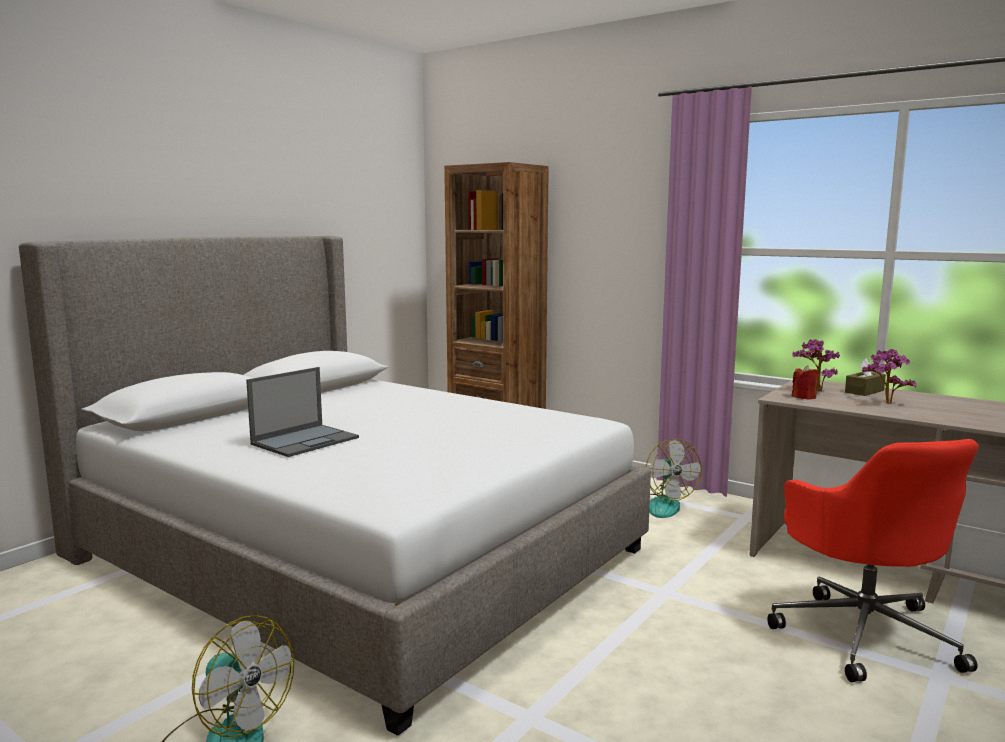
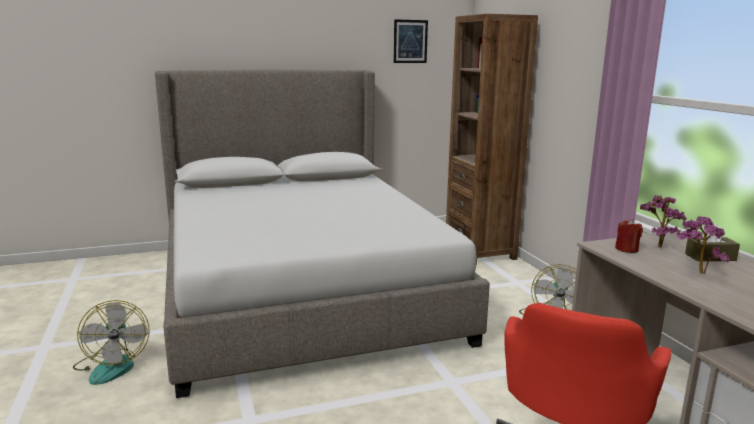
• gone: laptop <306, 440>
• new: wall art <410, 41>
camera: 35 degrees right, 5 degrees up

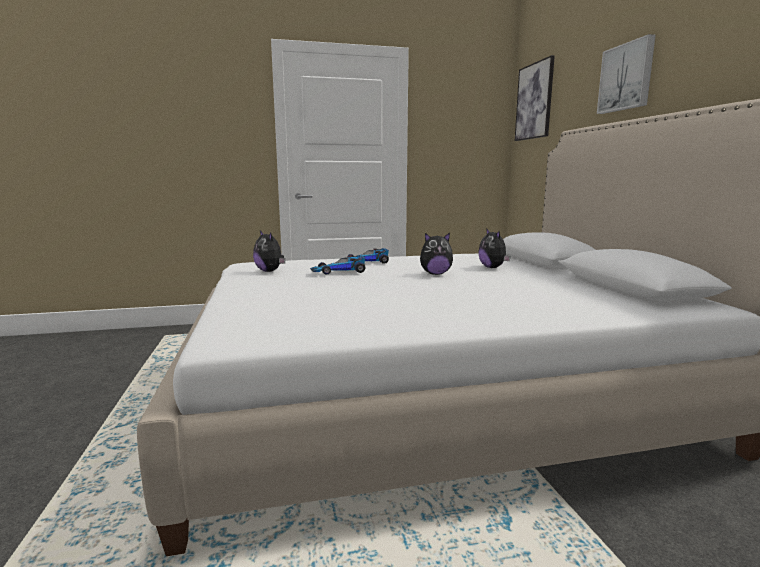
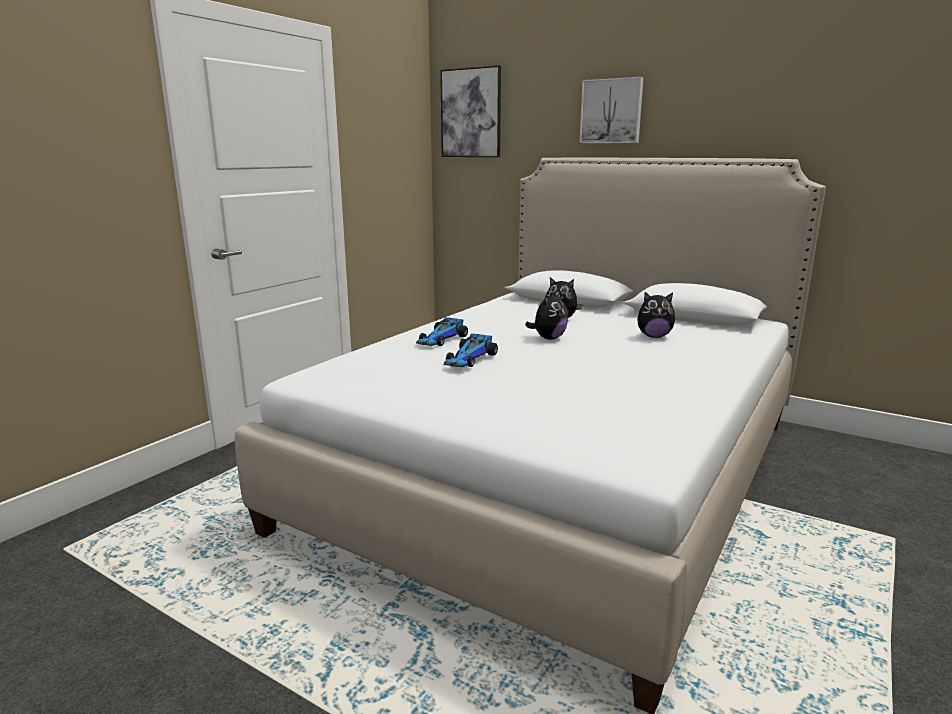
• shifted: cuddly toy <270, 271> to <654, 336>
camera: 45 degrees left, 5 degrees up

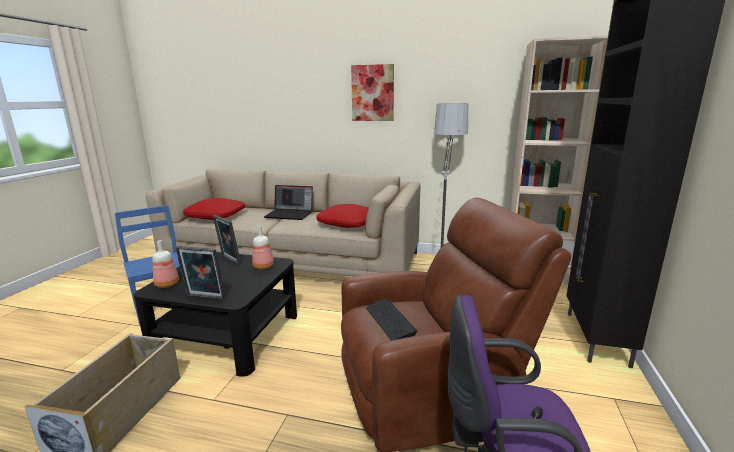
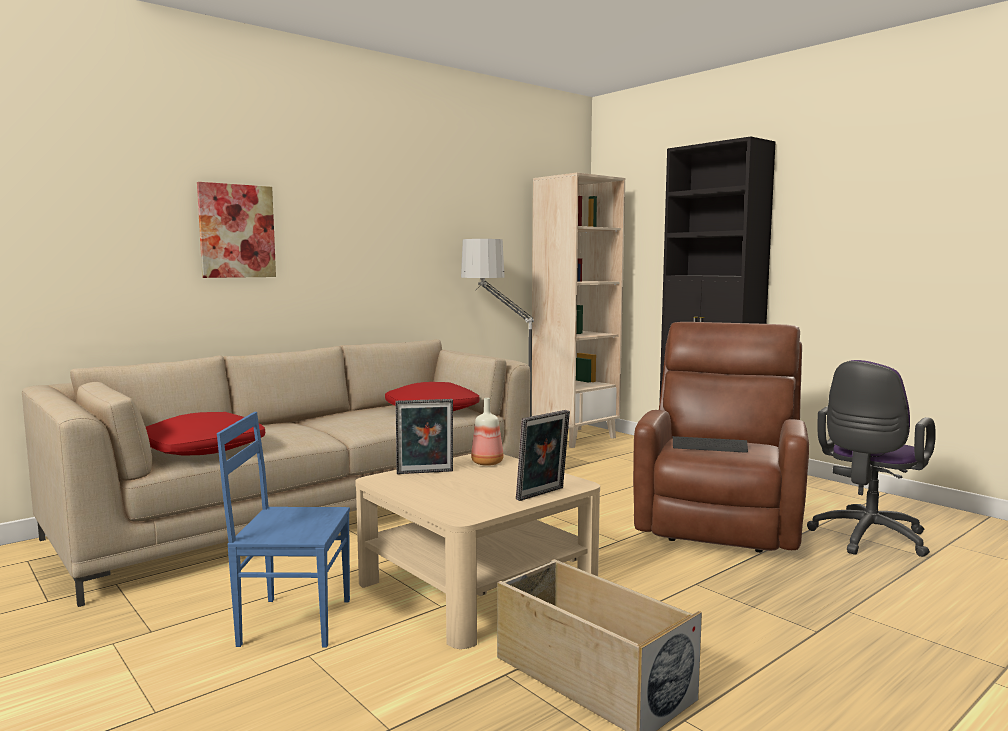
• gone: bottle <167, 284>
• gone: laptop <290, 214>
• shifted: wall art <372, 93> to <237, 231>
• repainted: coffee table/black <229, 334> to coffee table/beige-coloured <477, 585>
camera: 55 degrees left, 10 degrees down

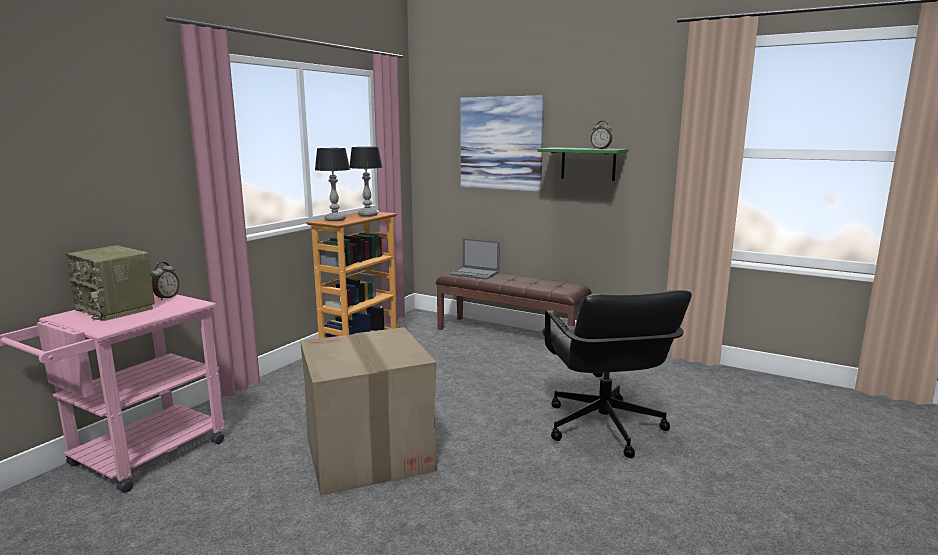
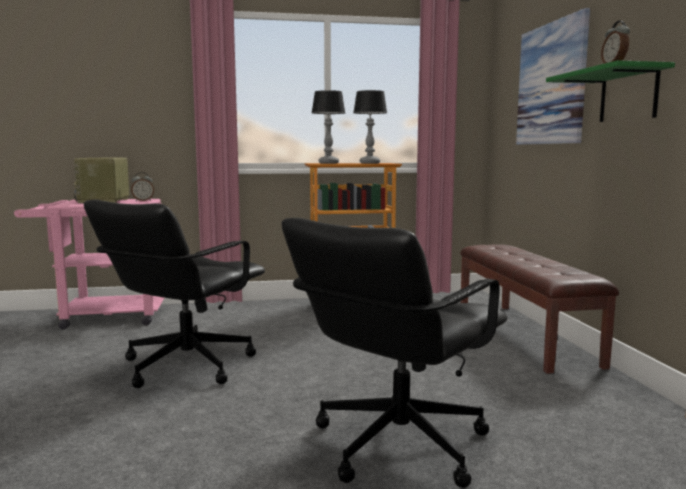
• gone: laptop <475, 273>
• swapped: carton <369, 454> to computer chair/black <185, 365>
camera: 50 degrees right, 5 degrees down

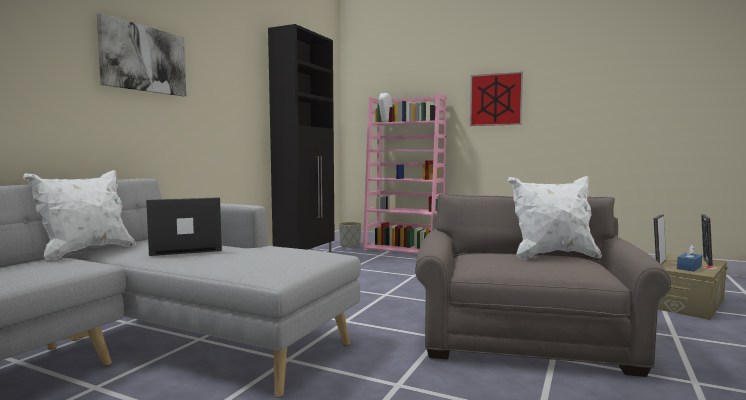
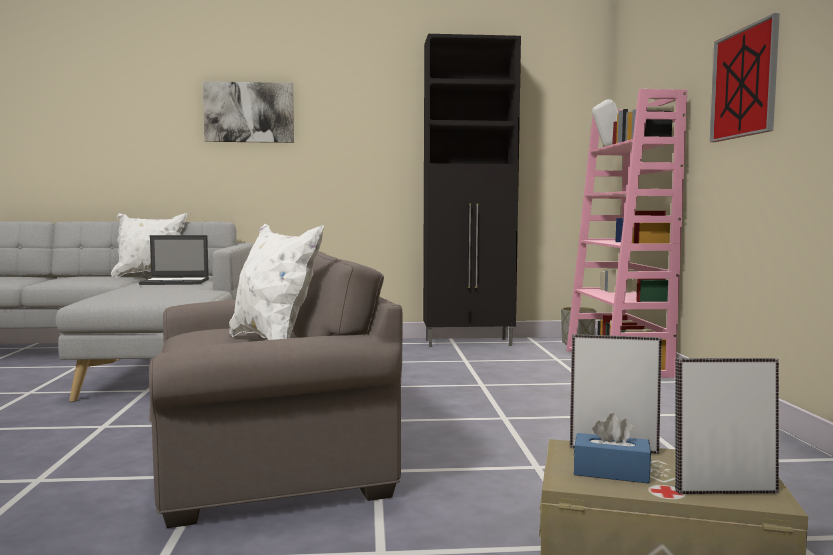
• rotated: laptop <185, 248> = <176, 282> 135 degrees clockwise
camera: 60 degrees right, 0 degrees up

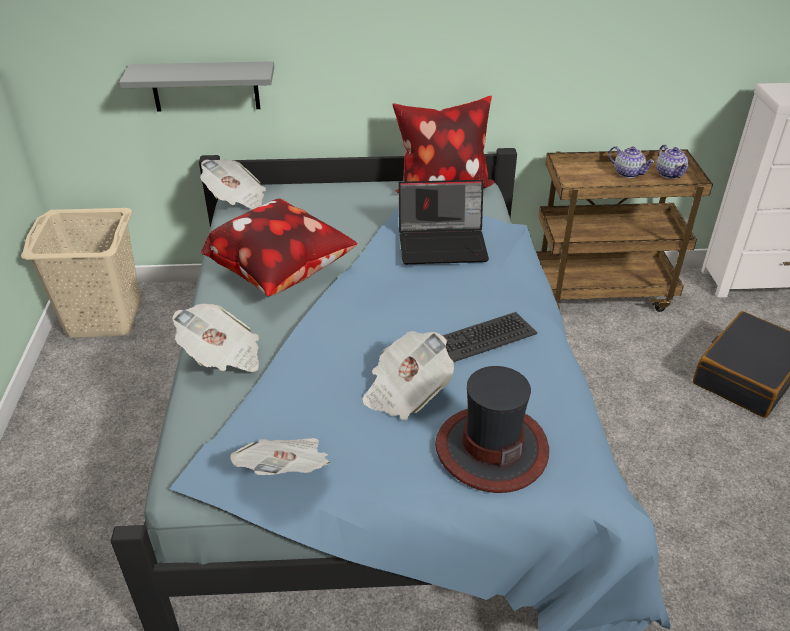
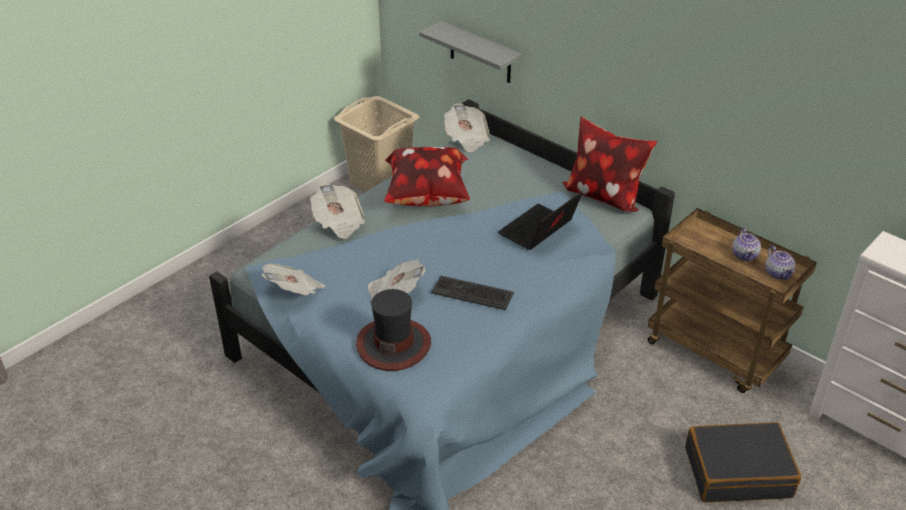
• rotated: laptop <443, 244> = <538, 231> 90 degrees clockwise
• rotated: teapot <669, 174> = <778, 273> 45 degrees counterclockwise
camera: 45 degrees right, 0 degrees up

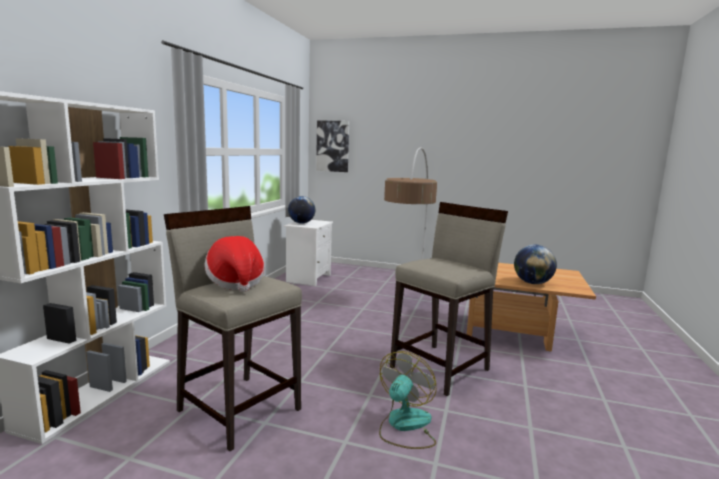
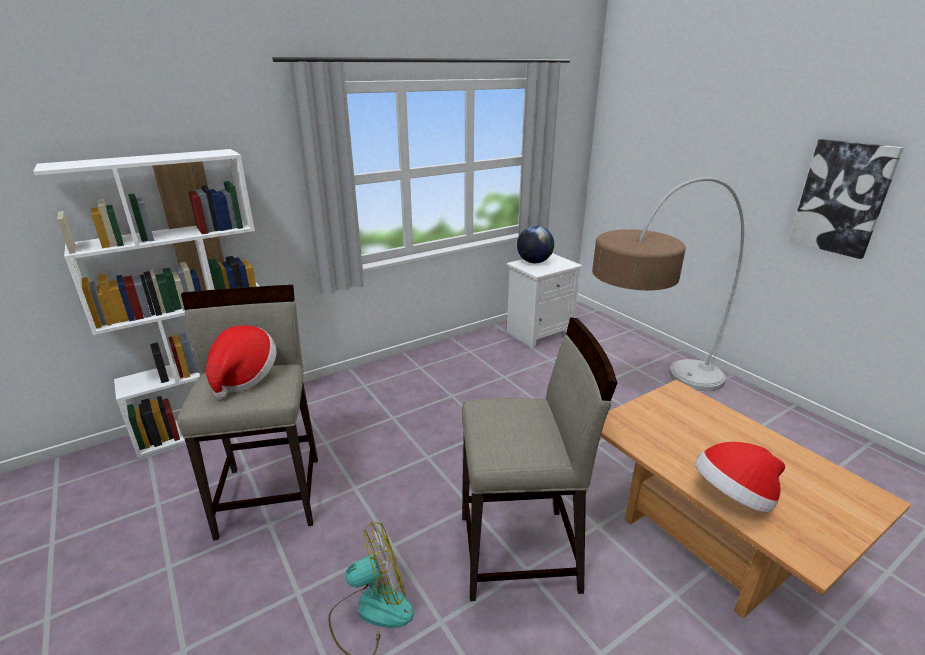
• shifted: wall art <333, 146> to <842, 198>
• swapped: world globe <532, 283> to wearable hat <733, 497>
camera: 40 degrees right, 15 degrees up

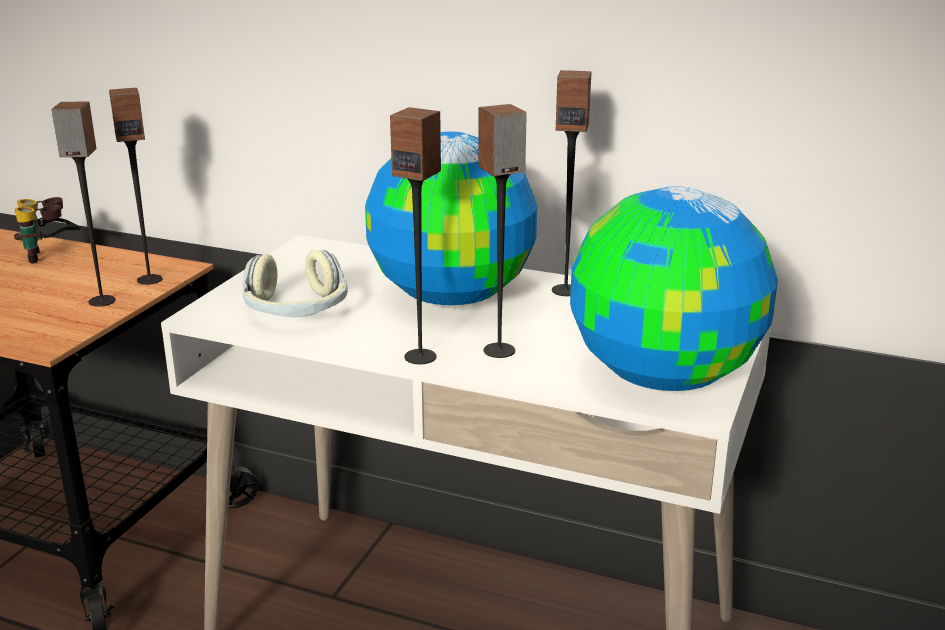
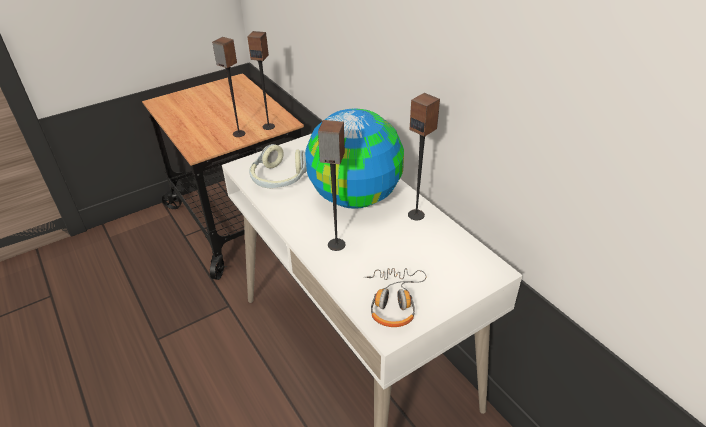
• gone: field glasses <52, 256>
• gone: loudspeaker <421, 357>
• swapped: world globe <663, 378> to headphones <394, 302>
camera: 35 degrees right, 15 degrees up

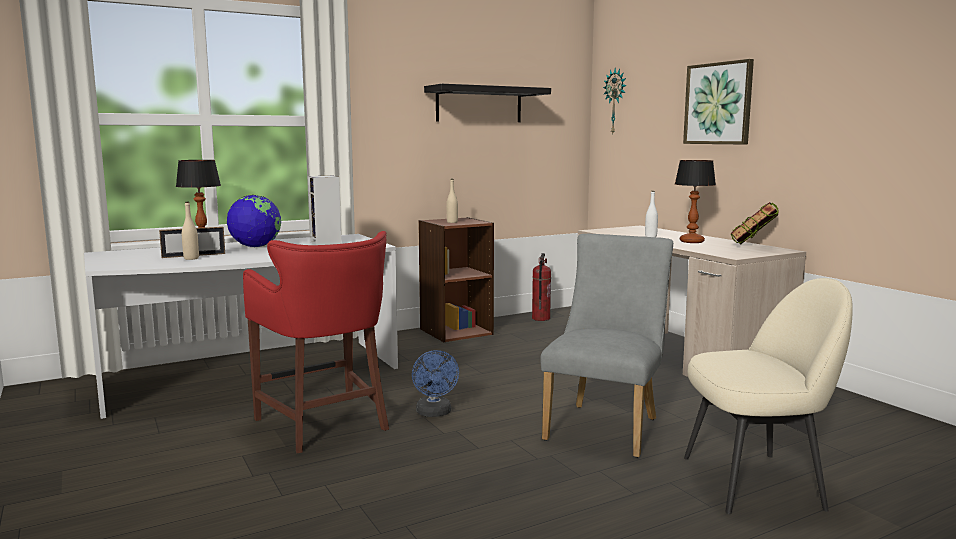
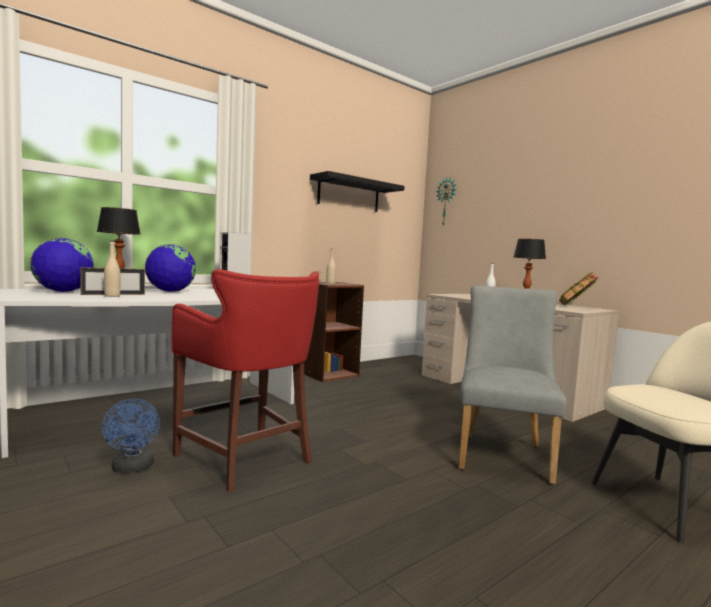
• gone: extinguisher <540, 318>
• gone: wall art <718, 103>
• new: world globe <63, 291>
• shifted: cooling fan/bluish <434, 413> to <132, 468>
camera: 10 degrees left, 5 degrees down

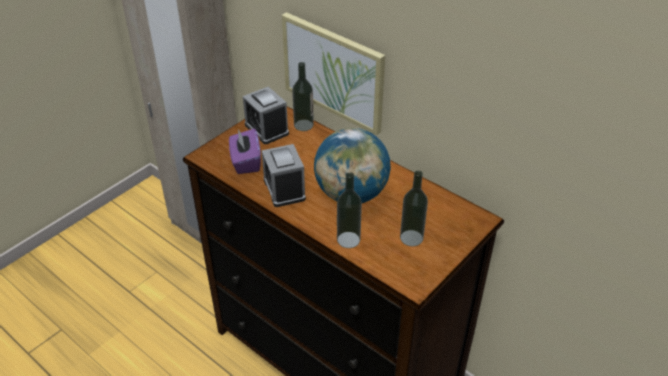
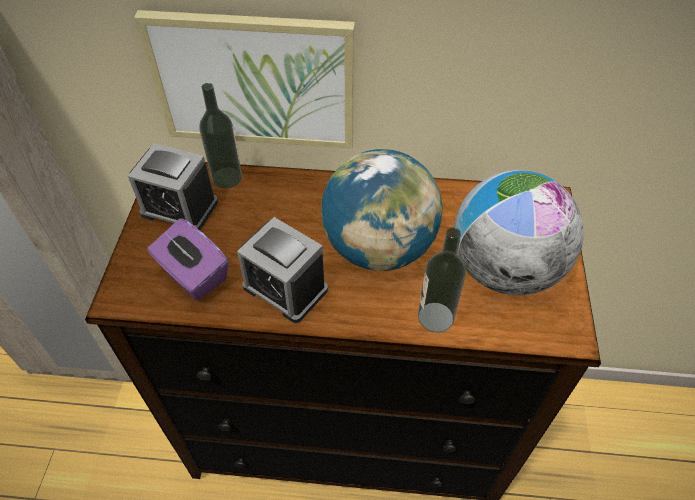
• swapped: bottle <411, 238> to world globe <504, 269>
camera: 35 degrees left, 10 degrees up

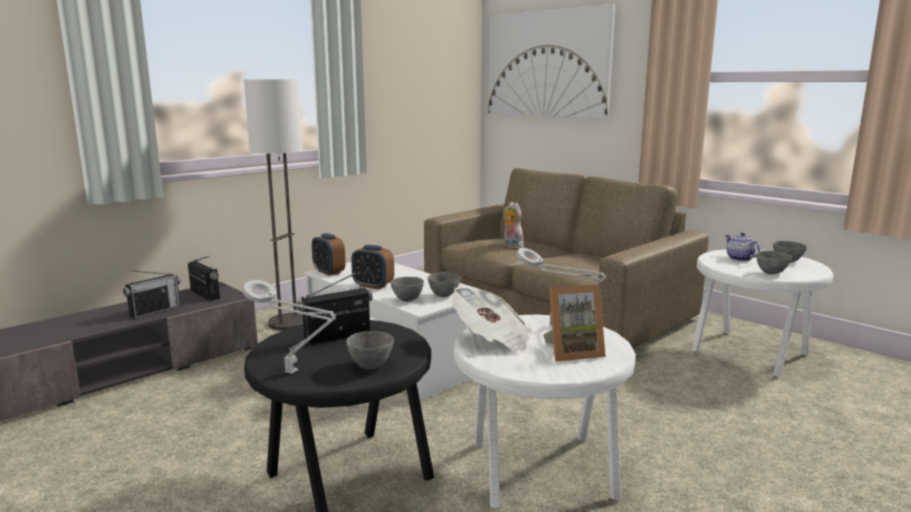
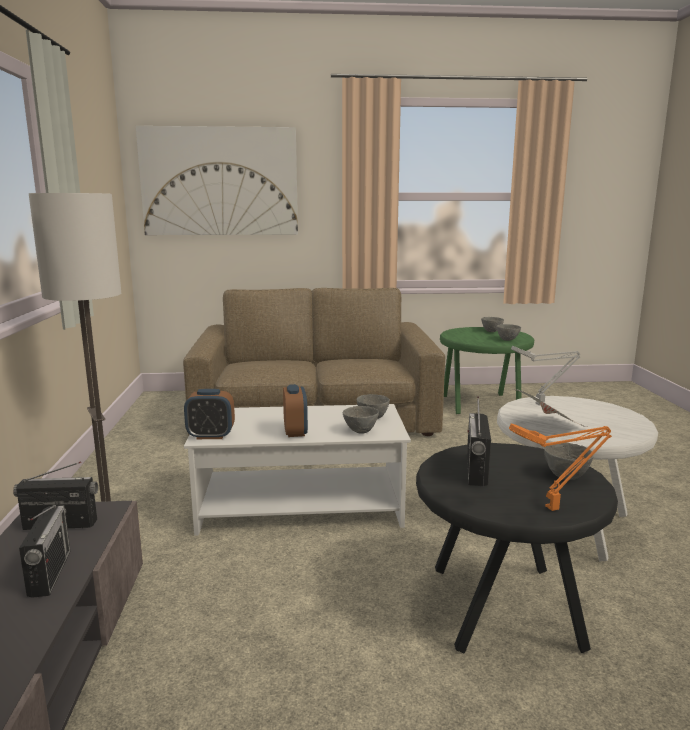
• gone: cuddly toy <511, 246>
• gone: standing frame <572, 352>
• gone: teapot <739, 258>
• repainted: table lamp/grey <294, 373> to table lamp/orange-coloured <555, 508>
• repainted: end table/white-coloured <751, 354> to end table/green-coloured <482, 404>
• rotated: bedside clock <373, 286> = <295, 432> 75 degrees counterclockwise
camera: 50 degrees left, 0 degrees up

